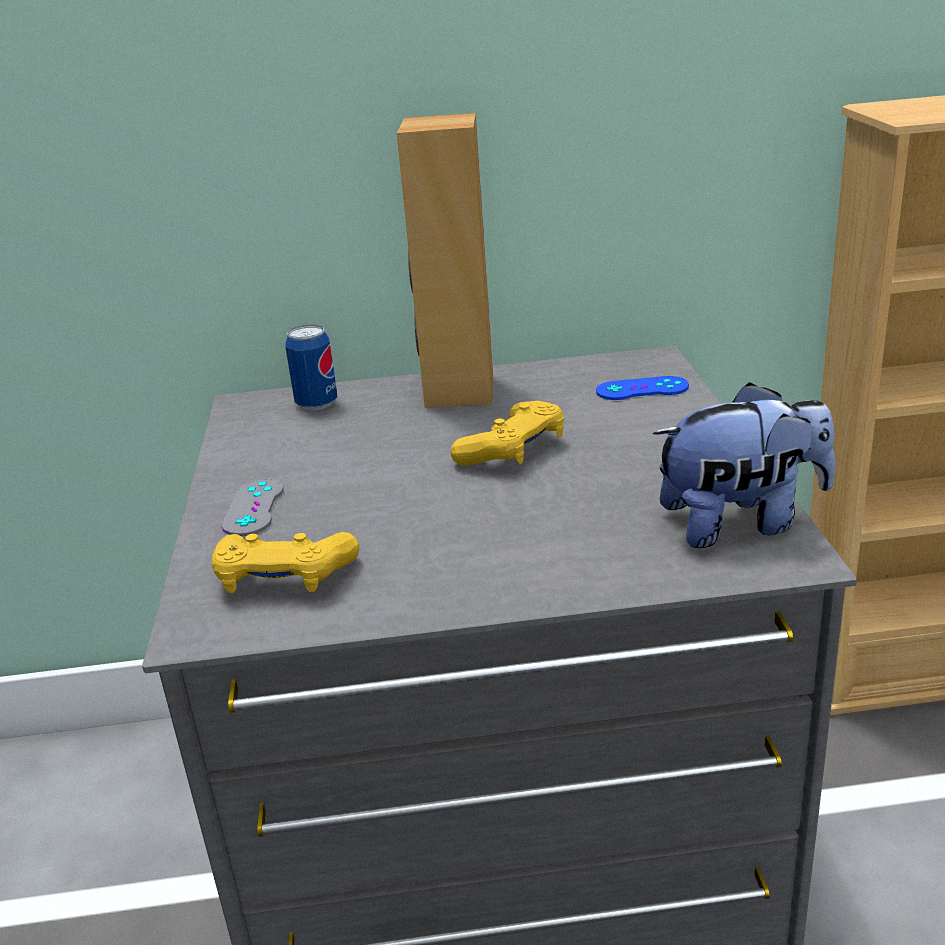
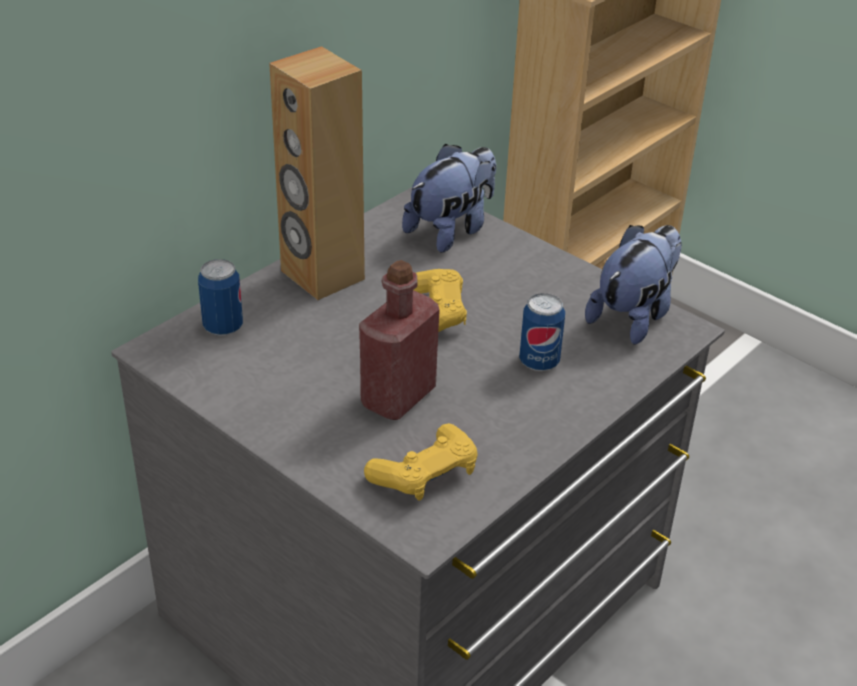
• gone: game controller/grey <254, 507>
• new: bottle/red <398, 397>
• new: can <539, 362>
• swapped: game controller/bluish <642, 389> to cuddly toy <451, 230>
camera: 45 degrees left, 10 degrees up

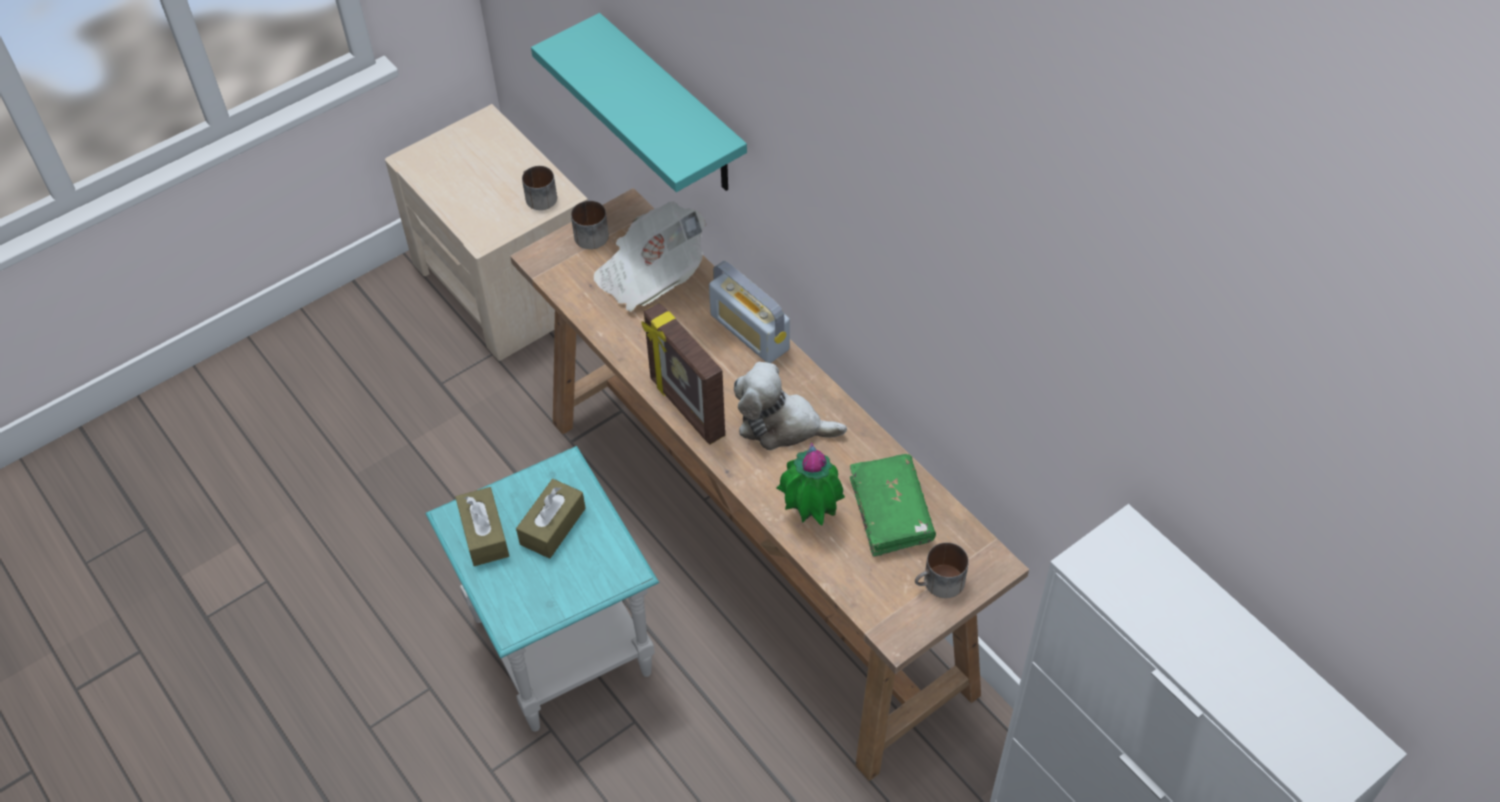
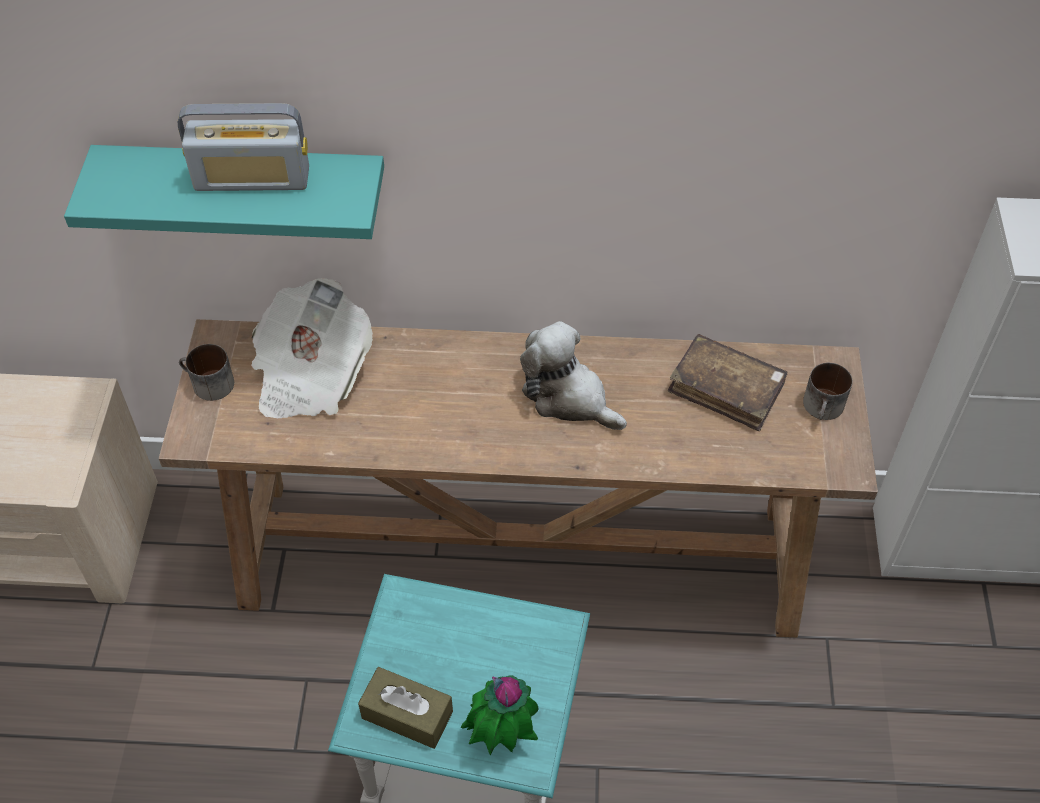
• gone: box of tissues/brown <552, 526>
• gone: tea mug <537, 197>
• gone: standing frame <685, 408>
• shifted: radio receiver <749, 332> to <252, 179>
• shifted: potted plant <810, 515> to <502, 739>
• repainted: book/green-coloured <891, 512> to book/brown <726, 390>
• rotated: cuddly toy <782, 425> = <568, 397> 75 degrees clockwise
camera: 50 degrees left, 0 degrees up

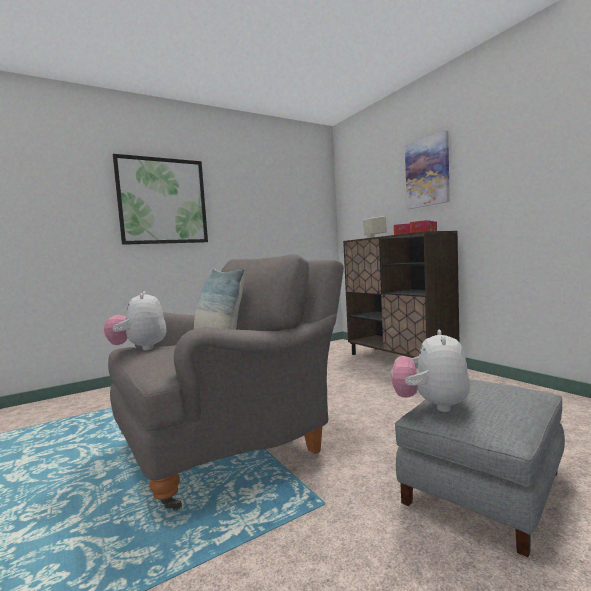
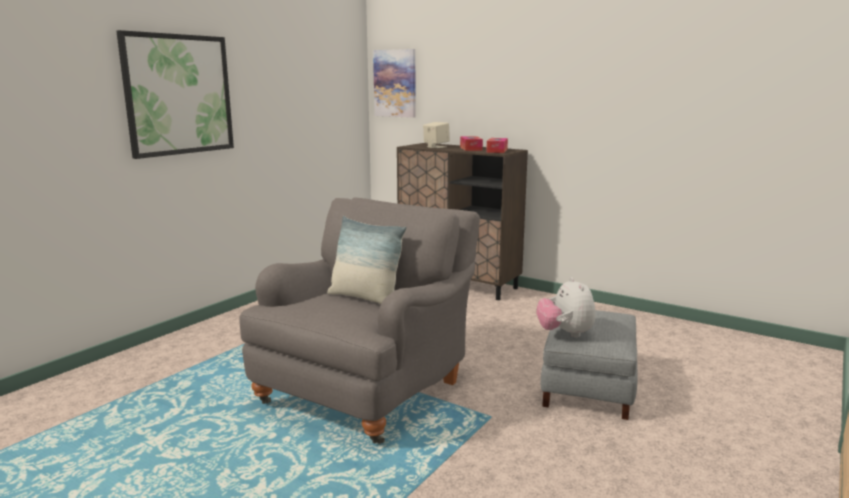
• gone: cuddly toy <139, 349>
• shifted: wall art <427, 172> to <395, 83>
camera: 25 degrees left, 10 degrees up

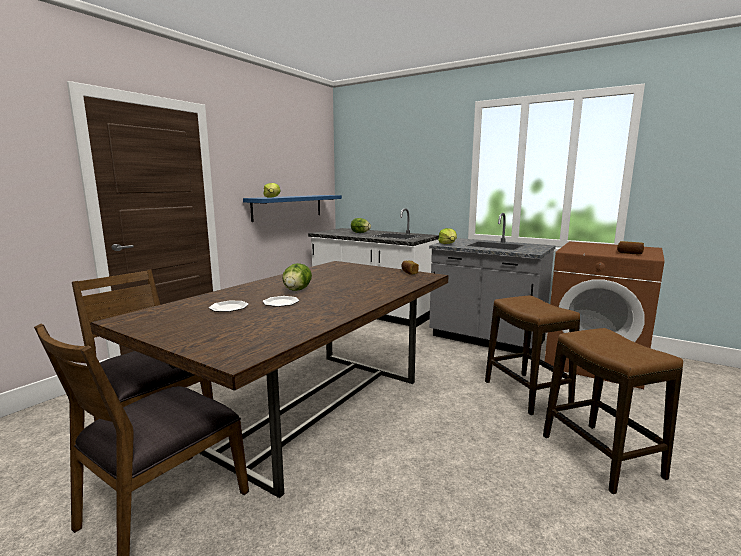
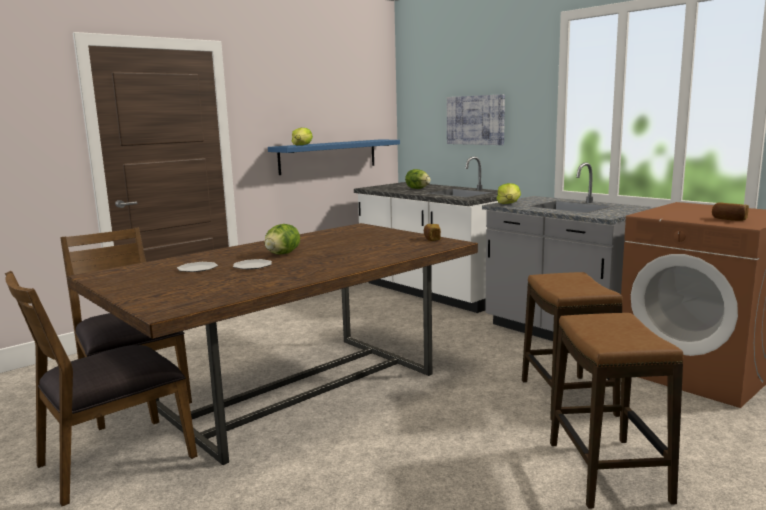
• new: wall art <475, 120>
camera: 15 degrees right, 0 degrees up

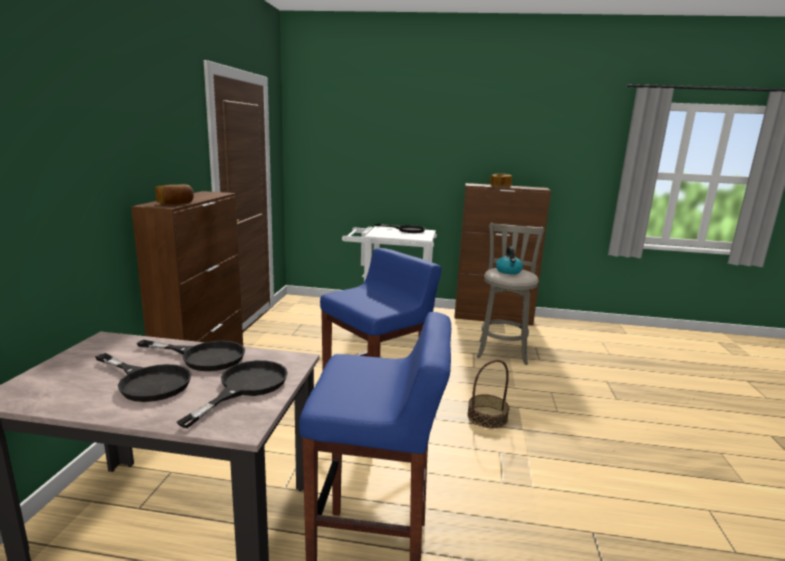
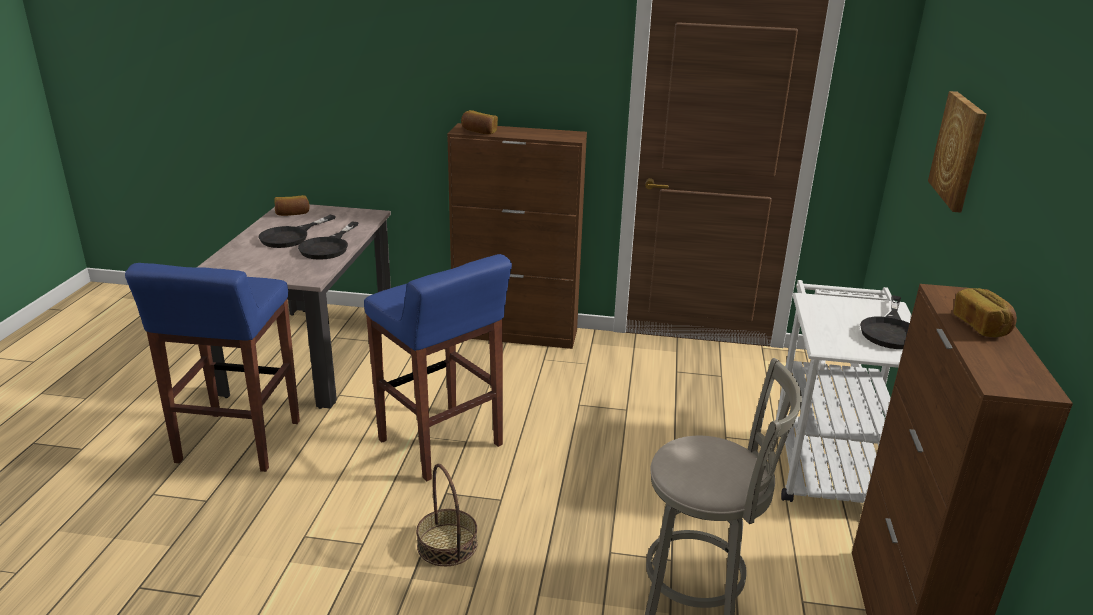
• gone: frying pan/black <246, 387>
• gone: kettle <508, 271>
• new: bakery bread <292, 214>
• new: wall art <959, 150>
camera: 90 degrees right, 10 degrees up

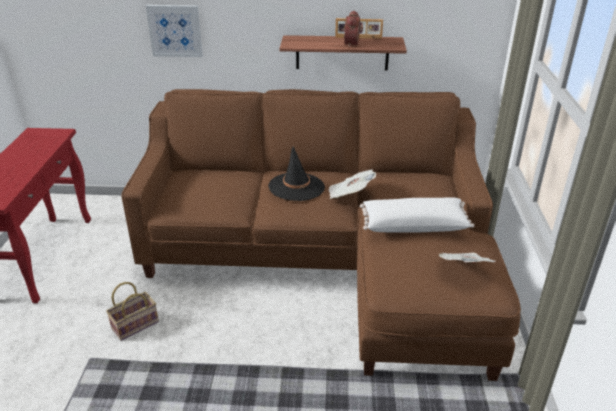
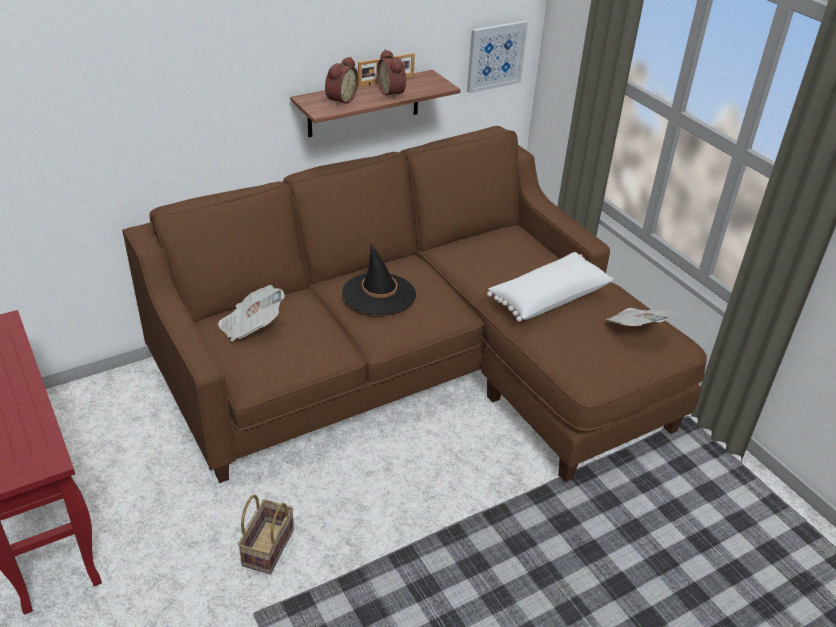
• new: bedside clock <340, 100>
• shifted: wall art <175, 30> to <495, 56>
• shifted: daily paper <349, 195> to <251, 326>
camera: 35 degrees left, 5 degrees up

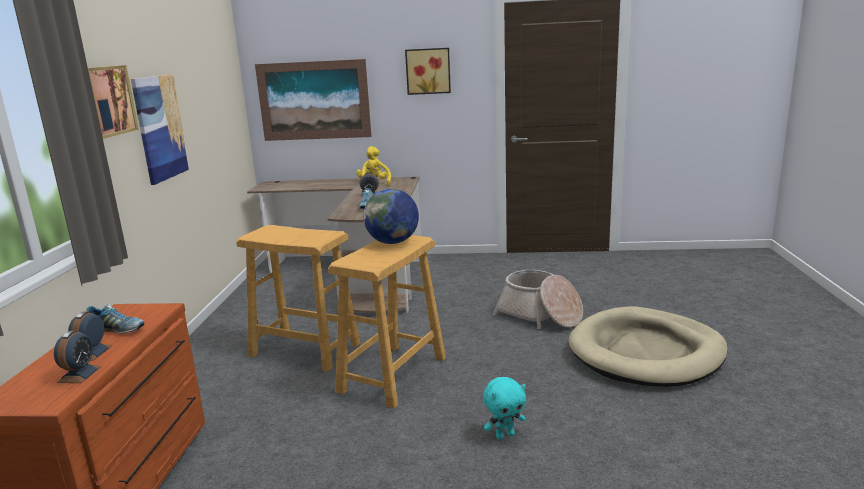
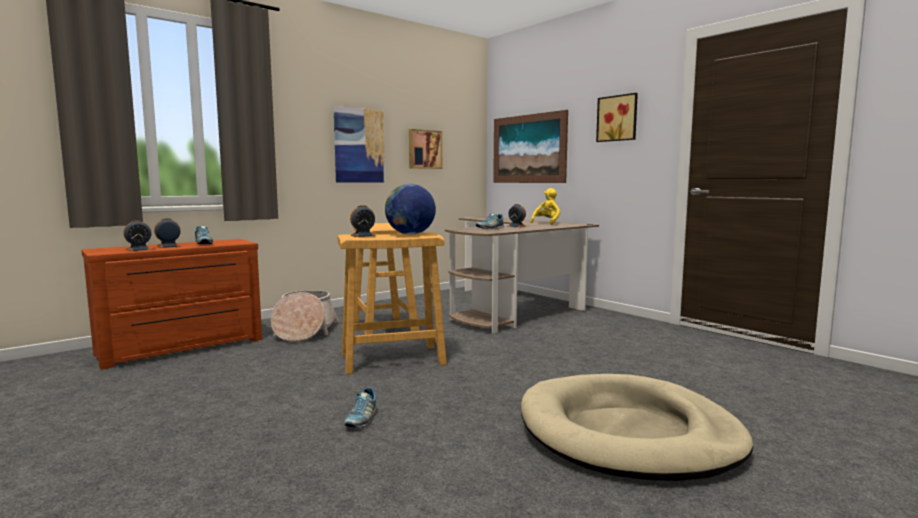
• new: bedside clock <363, 235>
• shifted: wall art <107, 101> to <424, 149>
• shifted: basket <540, 315> to <304, 331>
• swapped: cuddly toy/blue-green <505, 435> to item of footwear <361, 419>
camera: 45 degrees right, 10 degrees down

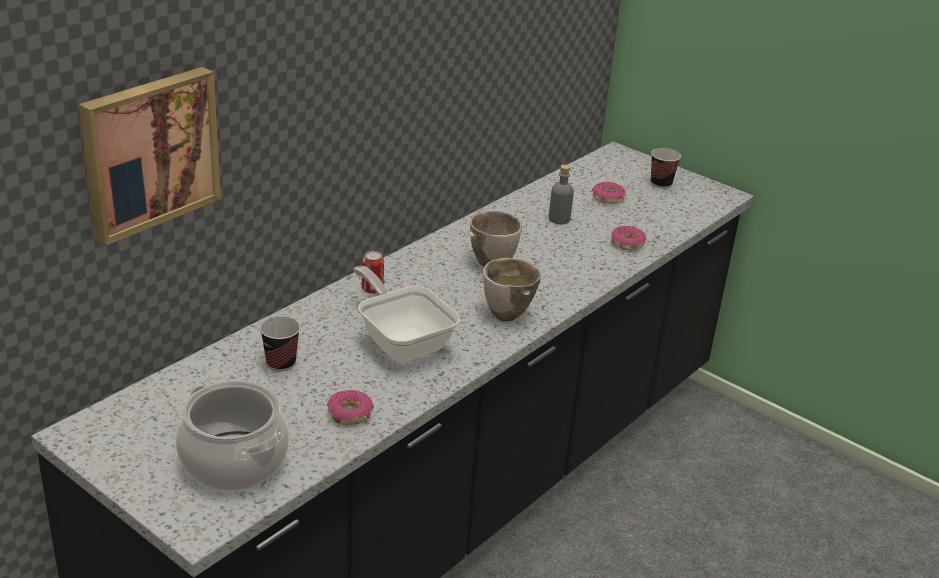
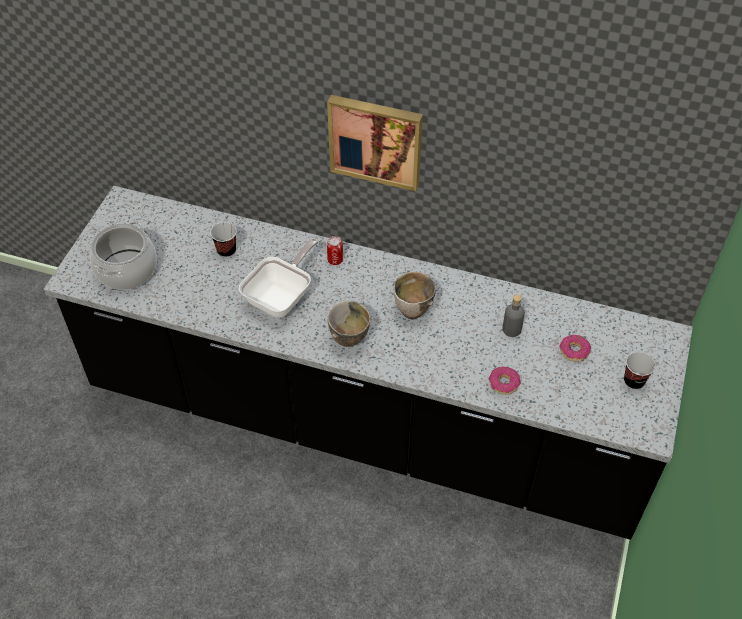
• gone: donut <350, 414>
• shifted: wall art <149, 152> to <376, 140>
camera: 70 degrees right, 20 degrees up

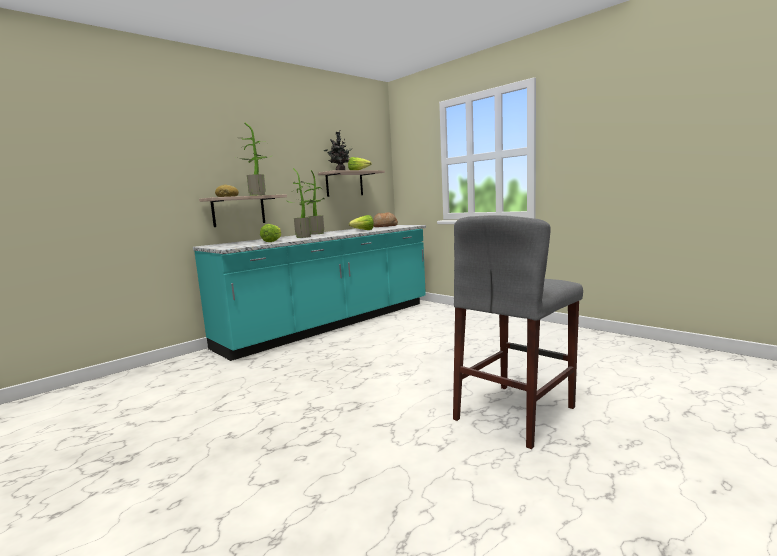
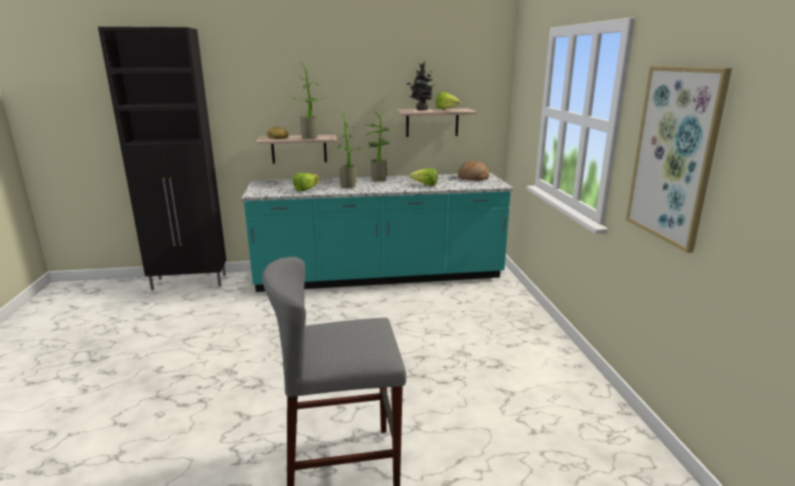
• new: cupboard/black <190, 282>
• new: wall art <674, 155>
camera: 35 degrees right, 10 degrees up

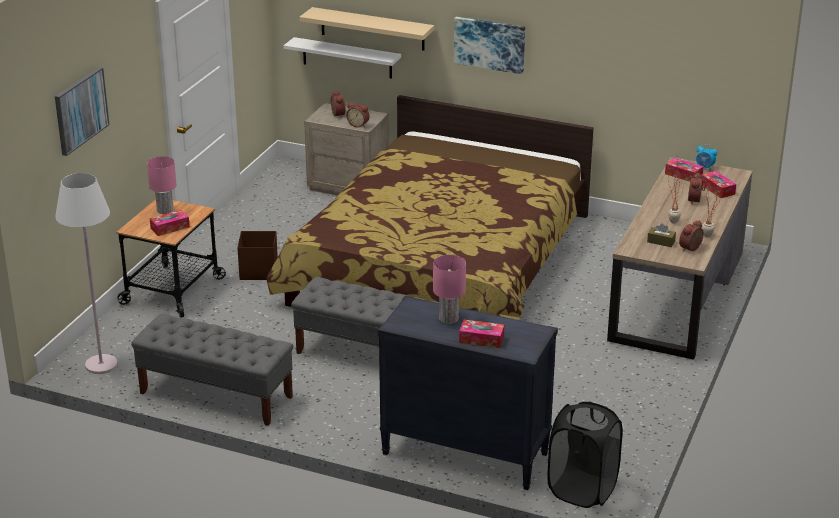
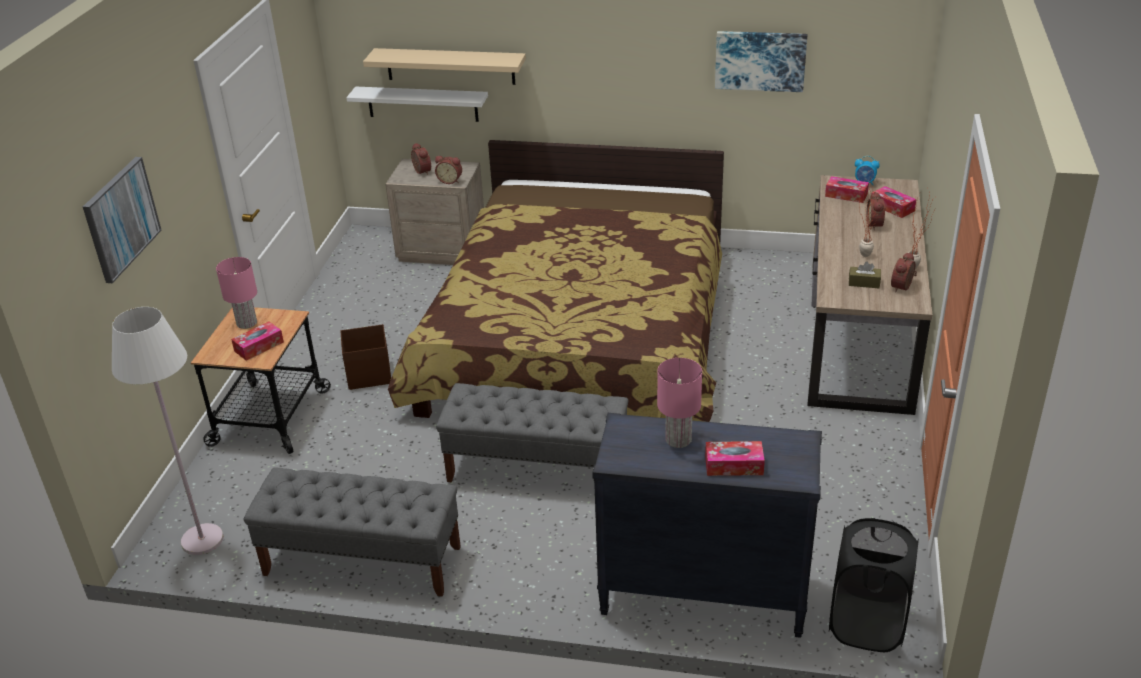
• shifted: wall art <489, 44> to <760, 60>
camera: 10 degrees left, 5 degrees up

